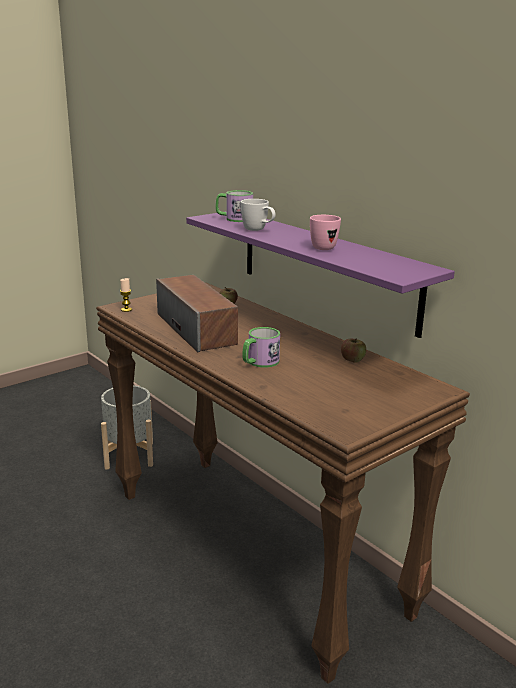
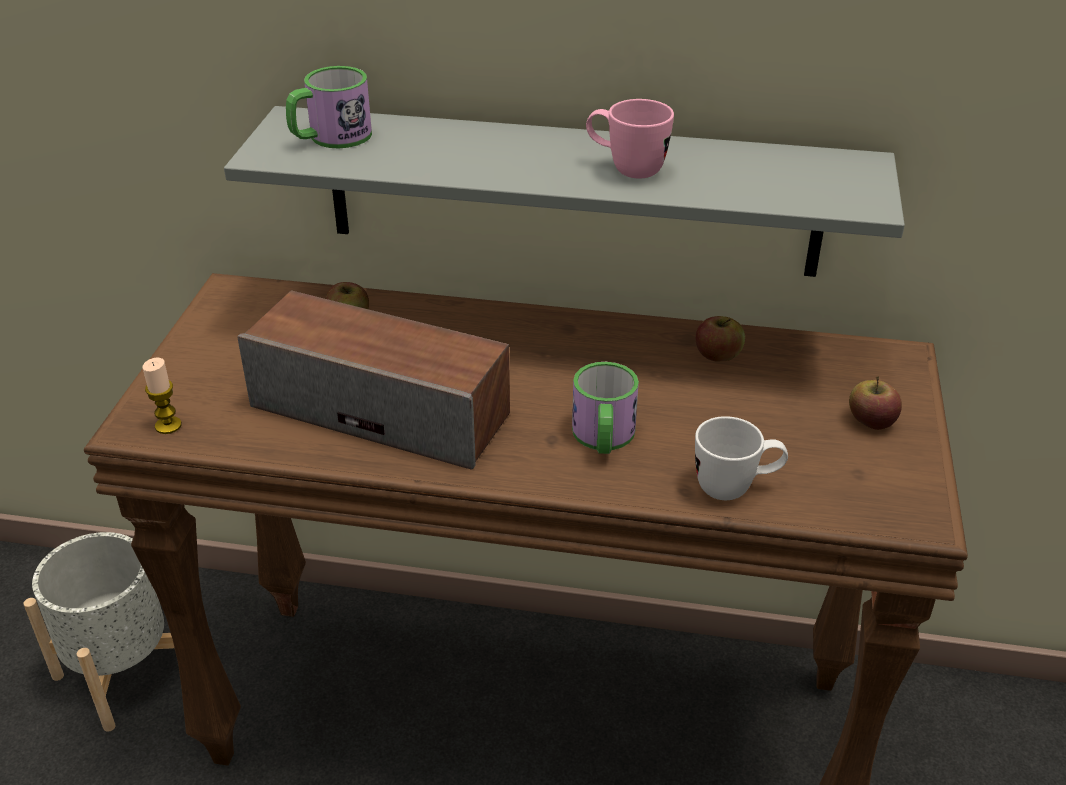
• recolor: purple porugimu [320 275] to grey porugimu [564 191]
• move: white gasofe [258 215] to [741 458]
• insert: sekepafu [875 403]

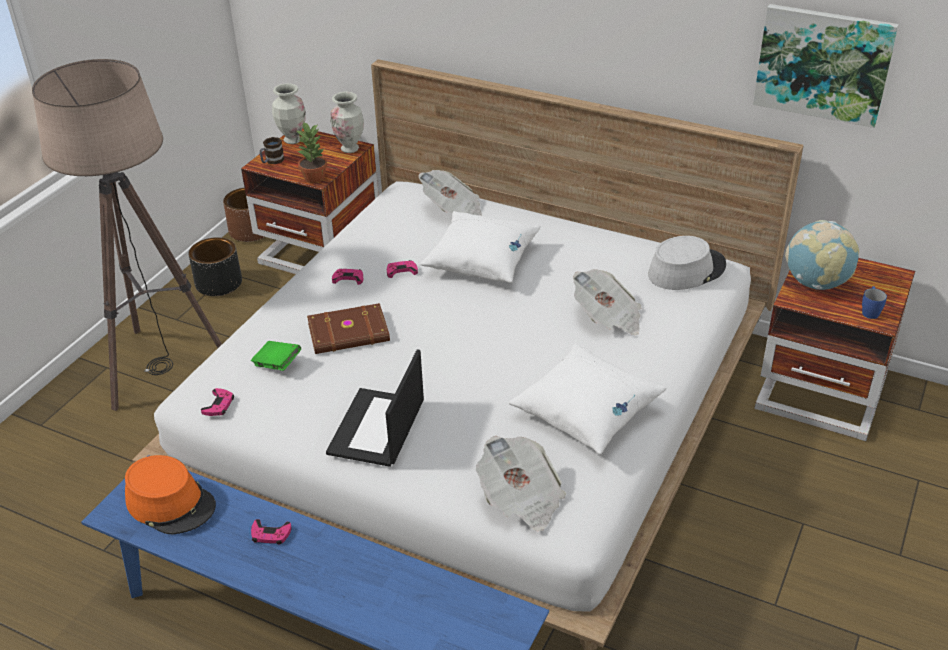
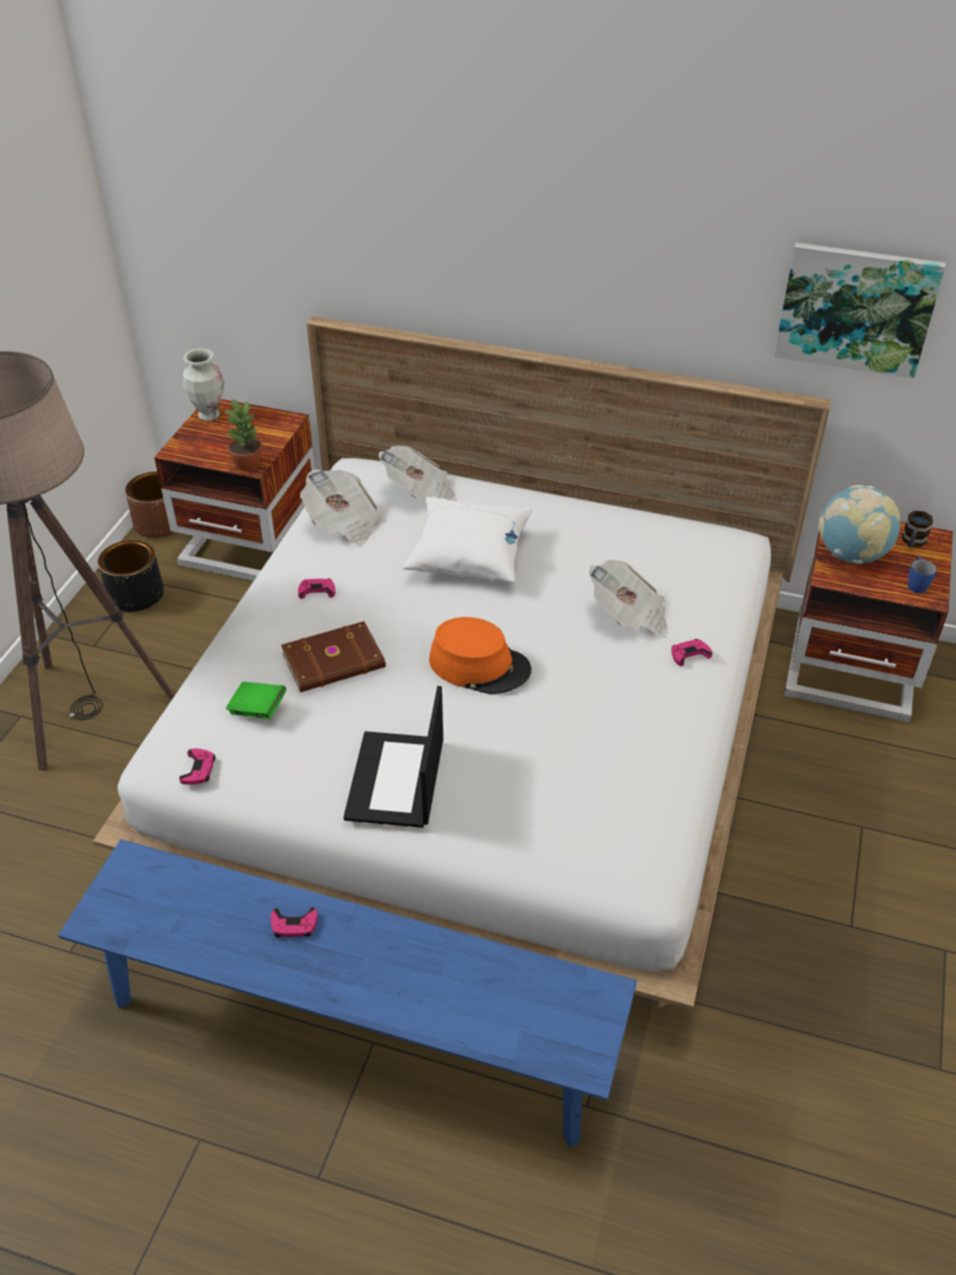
• move: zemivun [521 483] to [341 507]
• move: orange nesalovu [170 494] to [480 655]
• move: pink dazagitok [402 269] to [691 652]
• move: gasofe [272 150] to [917 529]
• delete: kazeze [347 122]
• delete: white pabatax [587 399]
• delete: grey nesalovu [687 263]

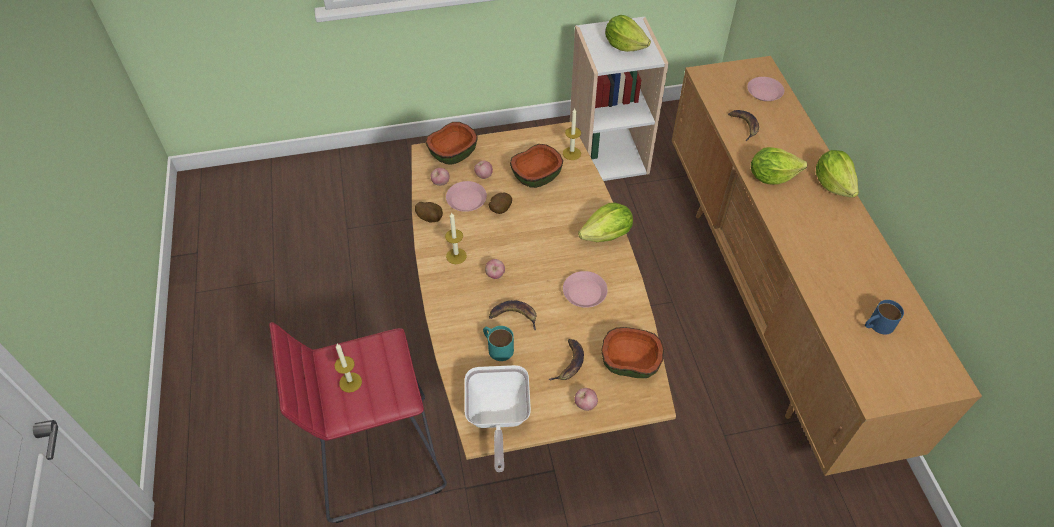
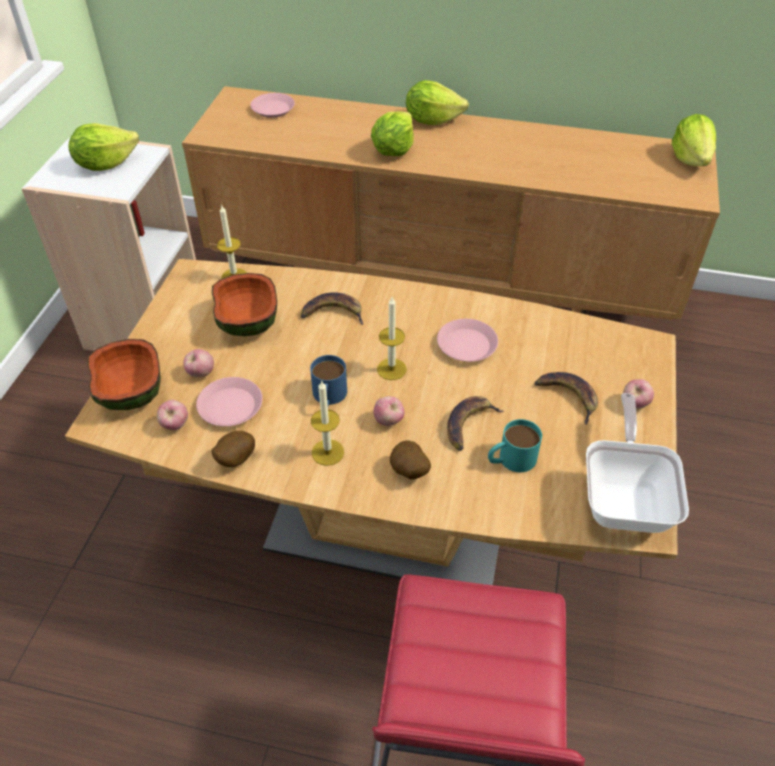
• move: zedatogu [743 125] to [332 308]
• move: blue gasofe [884 317] to [328 380]
• move: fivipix [348 368] to [392 338]
• move: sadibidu [500 203] to [410 460]
• rotate: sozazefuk [498 418] = [637 463] 105 degrees counterclockwise
• move: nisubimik [605 222] to [694 140]
• delete: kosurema [633 352]

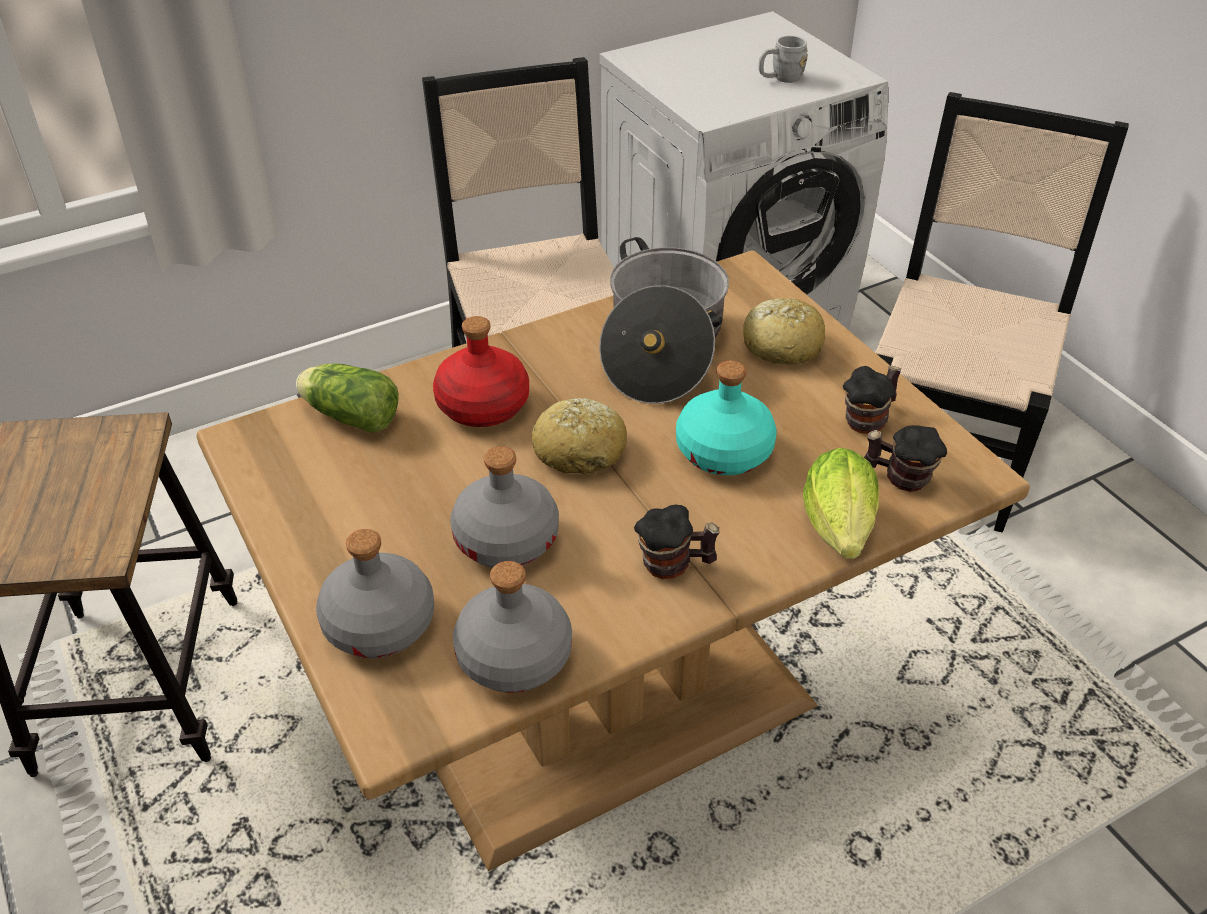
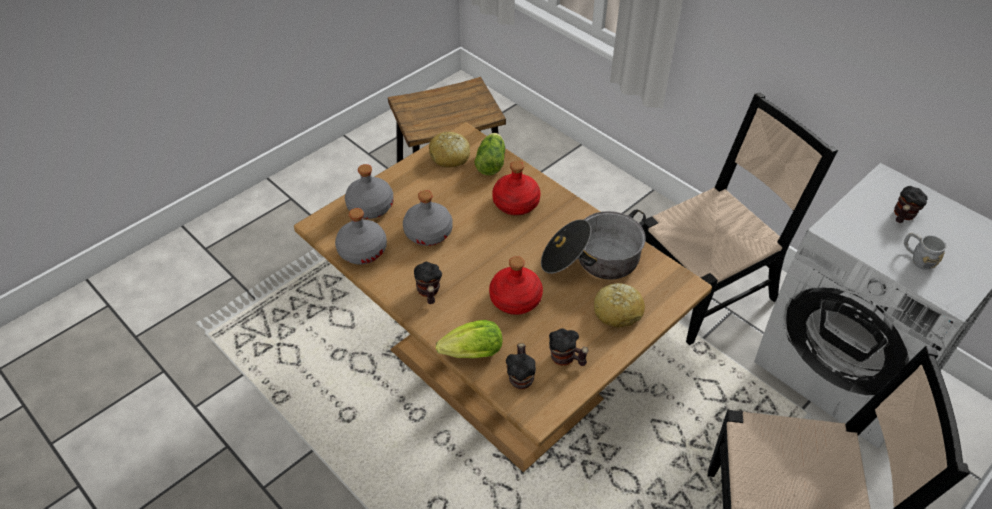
• move: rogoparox [579 436] to [449 150]
• recolor: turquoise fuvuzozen [726 418] to red fuvuzozen [516 285]
• insert: gasofe [911 204]

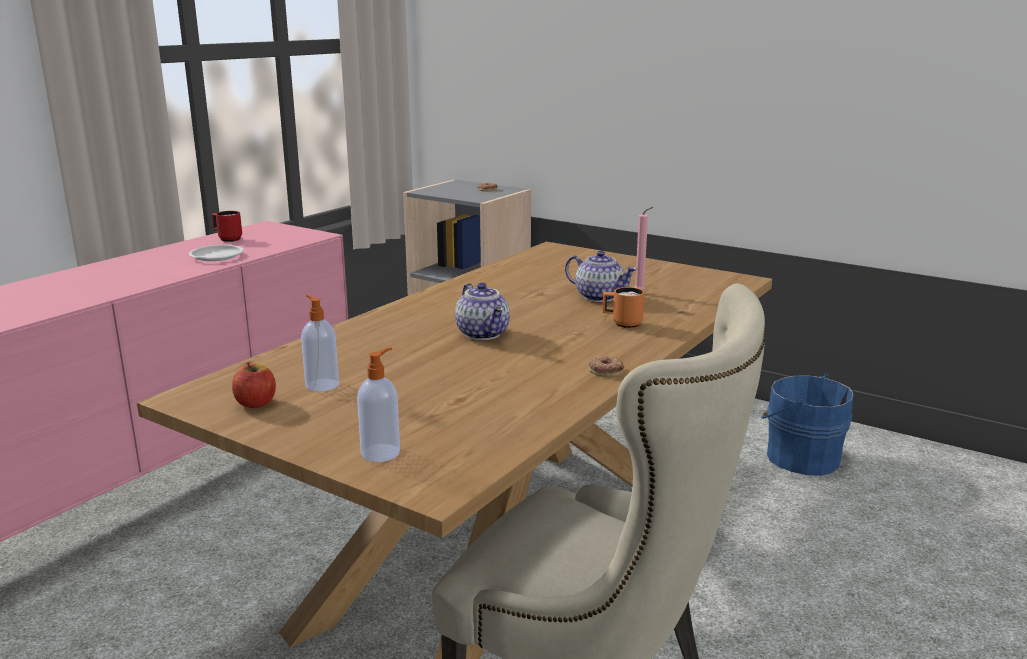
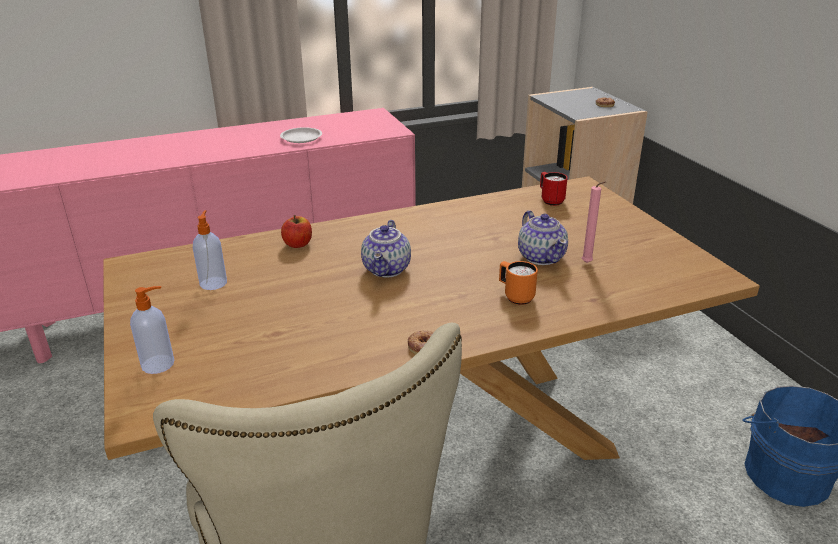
• move: sekepafu [254 385] to [296 231]
• move: red gasofe [227 226] to [554 189]

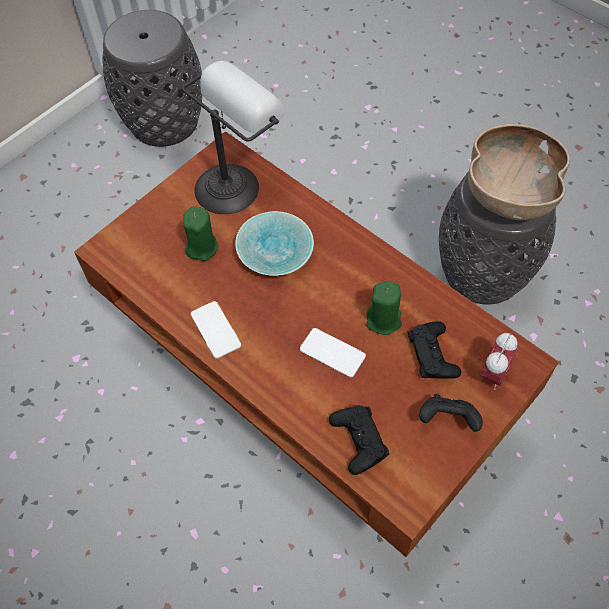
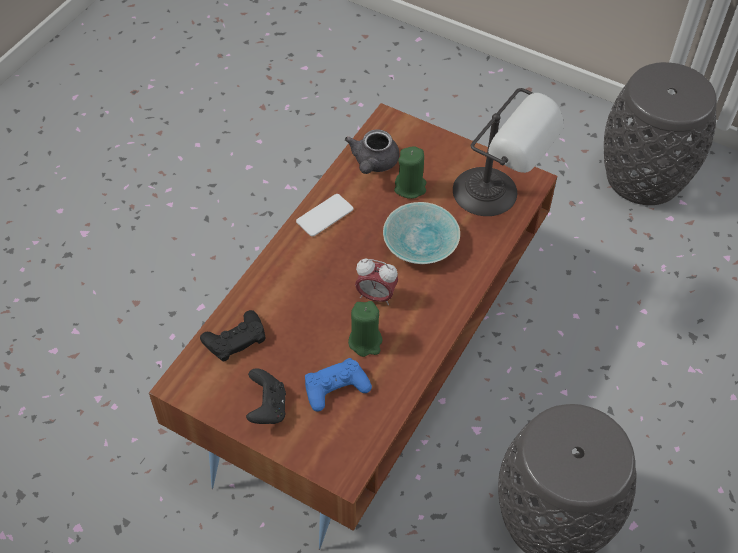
• recolor: black dazagitok [434 350] to blue dazagitok [338 384]
• insert: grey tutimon [372 151]
• move: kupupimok [499 361] to [376 282]
• delete: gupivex [333 352]
• delete: brown kosurema [519 172]

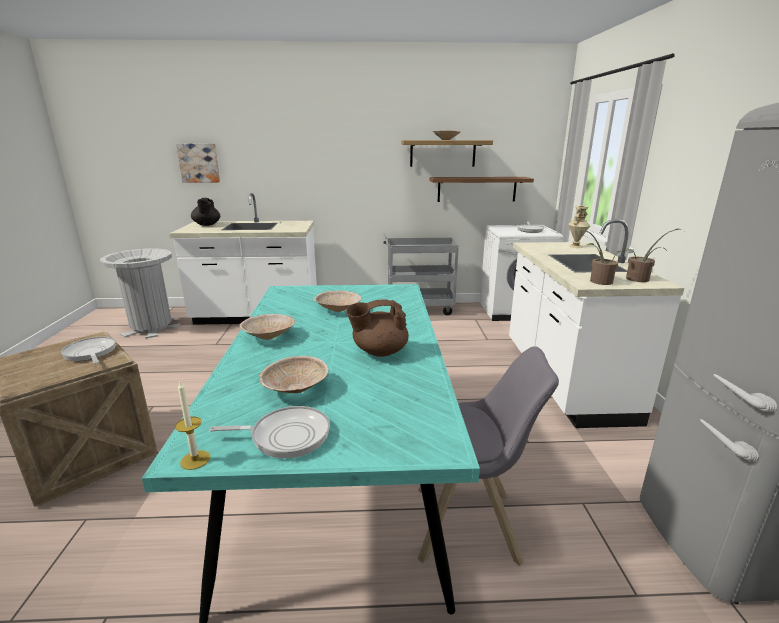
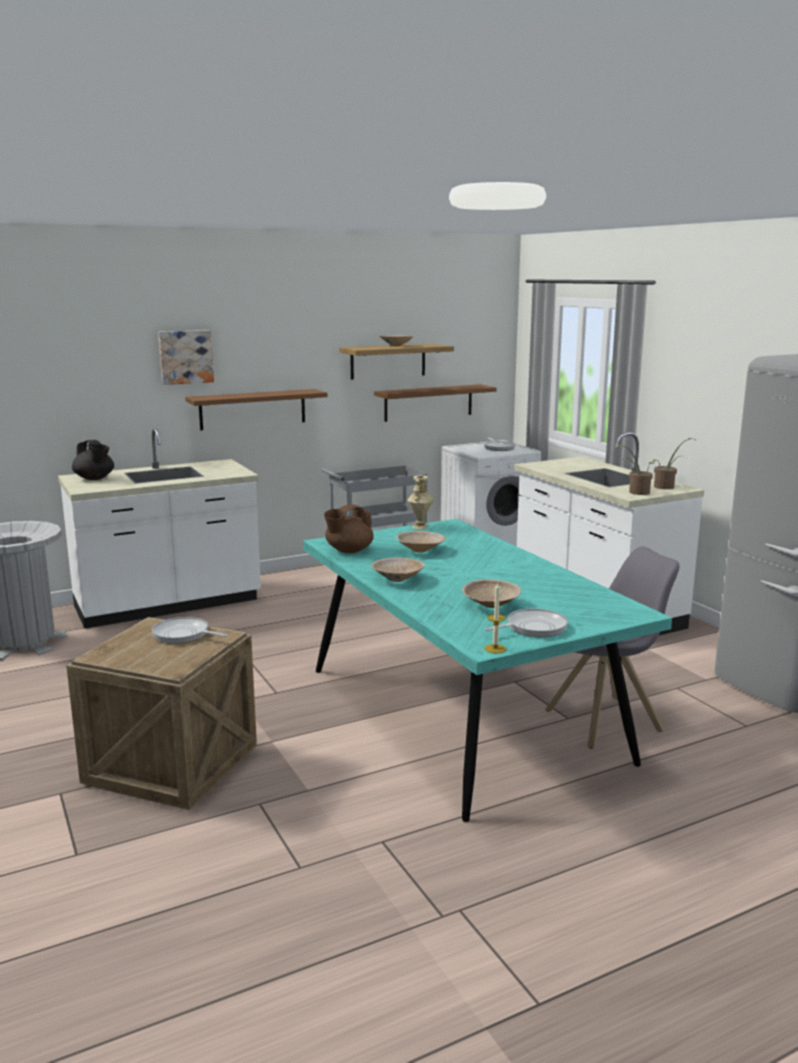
• move: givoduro [198 163] to [186 357]
• insert: brown porugimu [256 409]
• move: brown tutimon [377 328] to [349 528]
• move: beige kazeze [579 227] to [420 502]

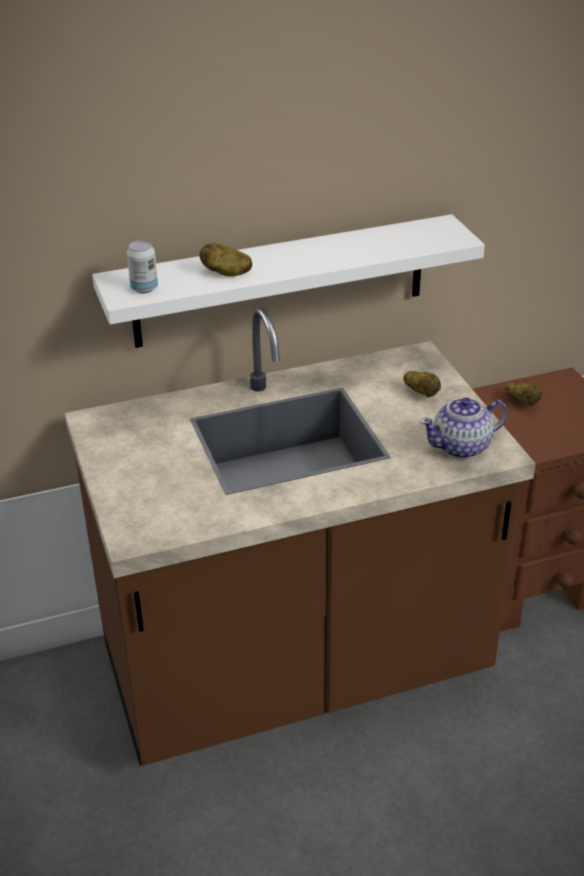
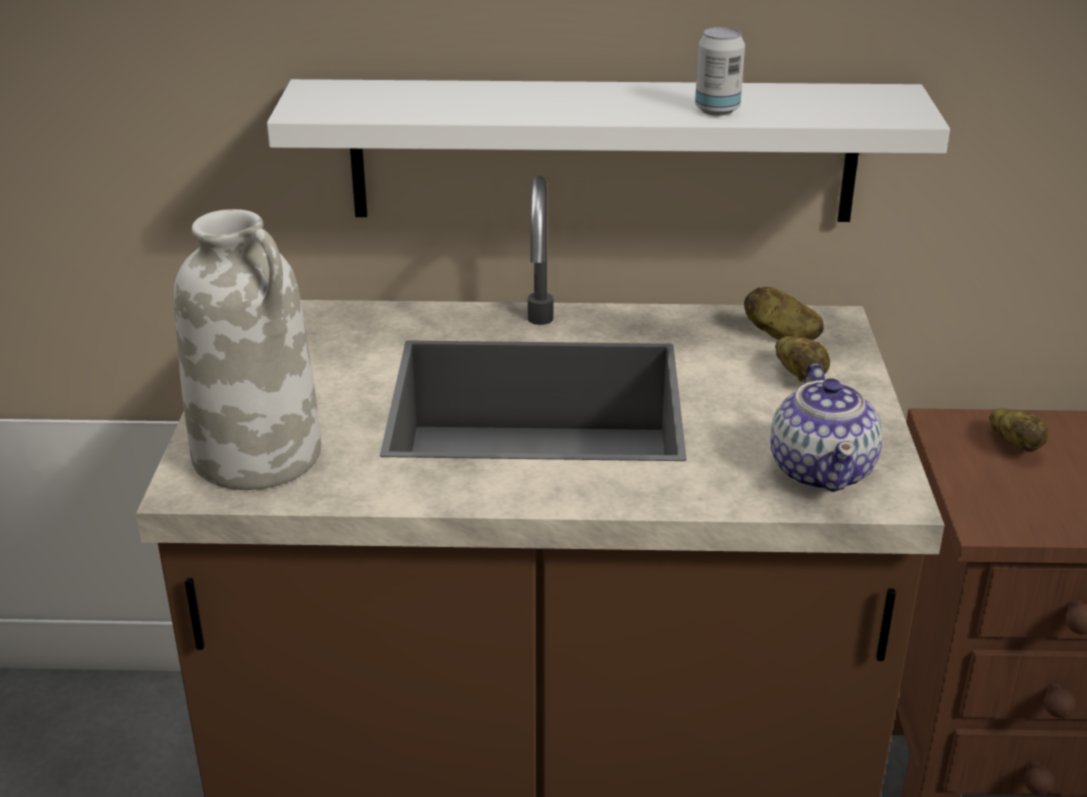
• insert: white kazeze [247 349]
• move: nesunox [142 266] to [720 71]
• move: sadibidu [225 259] to [783 313]
• rotate: tutimon [464 428] = [826 428] 90 degrees counterclockwise

